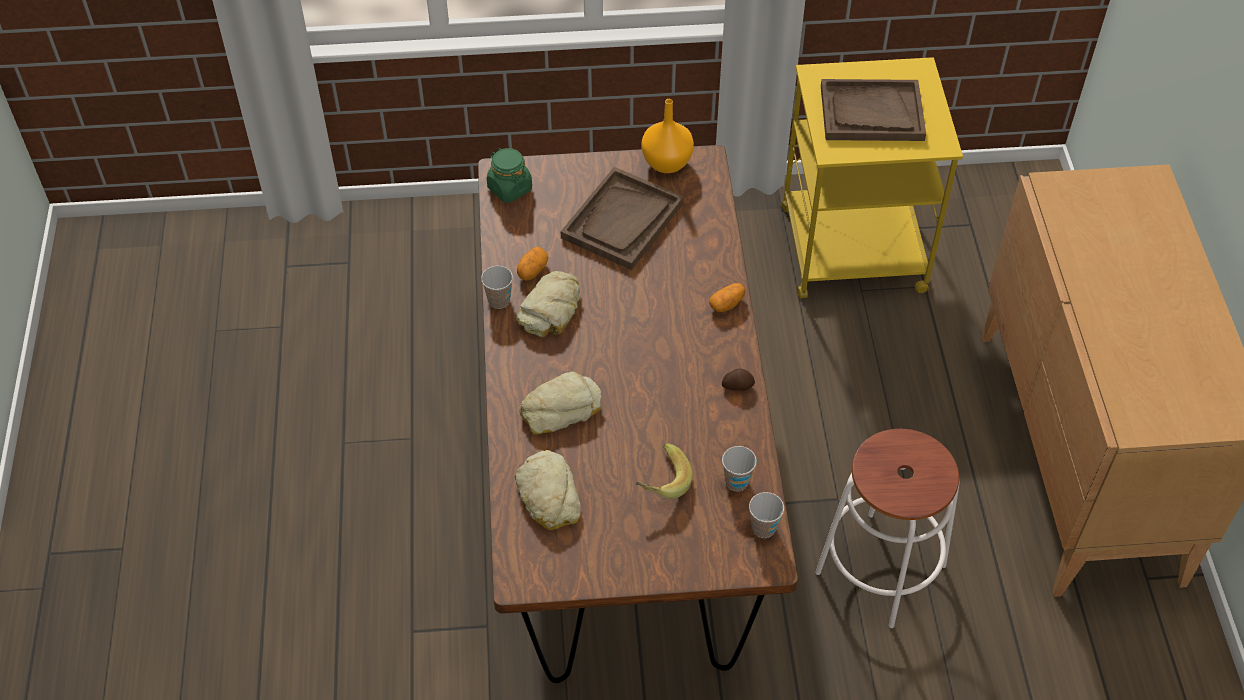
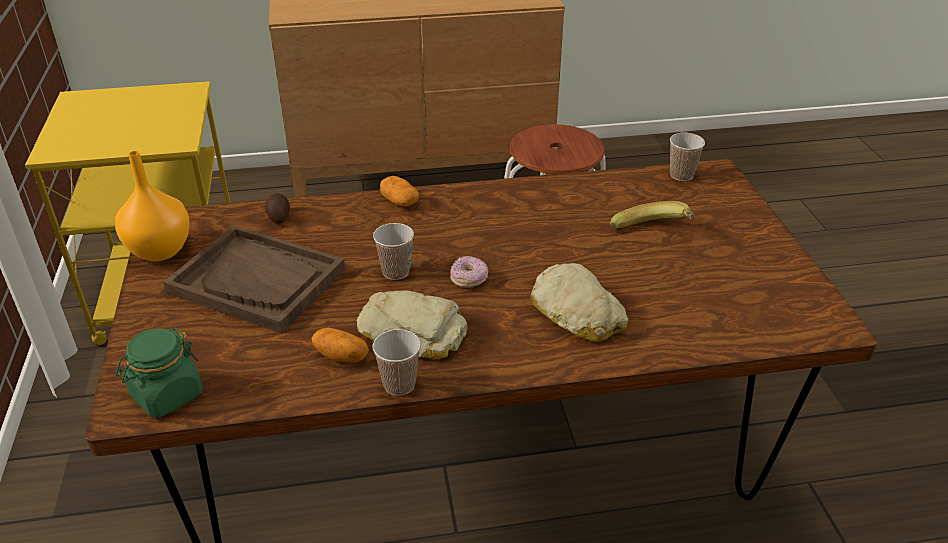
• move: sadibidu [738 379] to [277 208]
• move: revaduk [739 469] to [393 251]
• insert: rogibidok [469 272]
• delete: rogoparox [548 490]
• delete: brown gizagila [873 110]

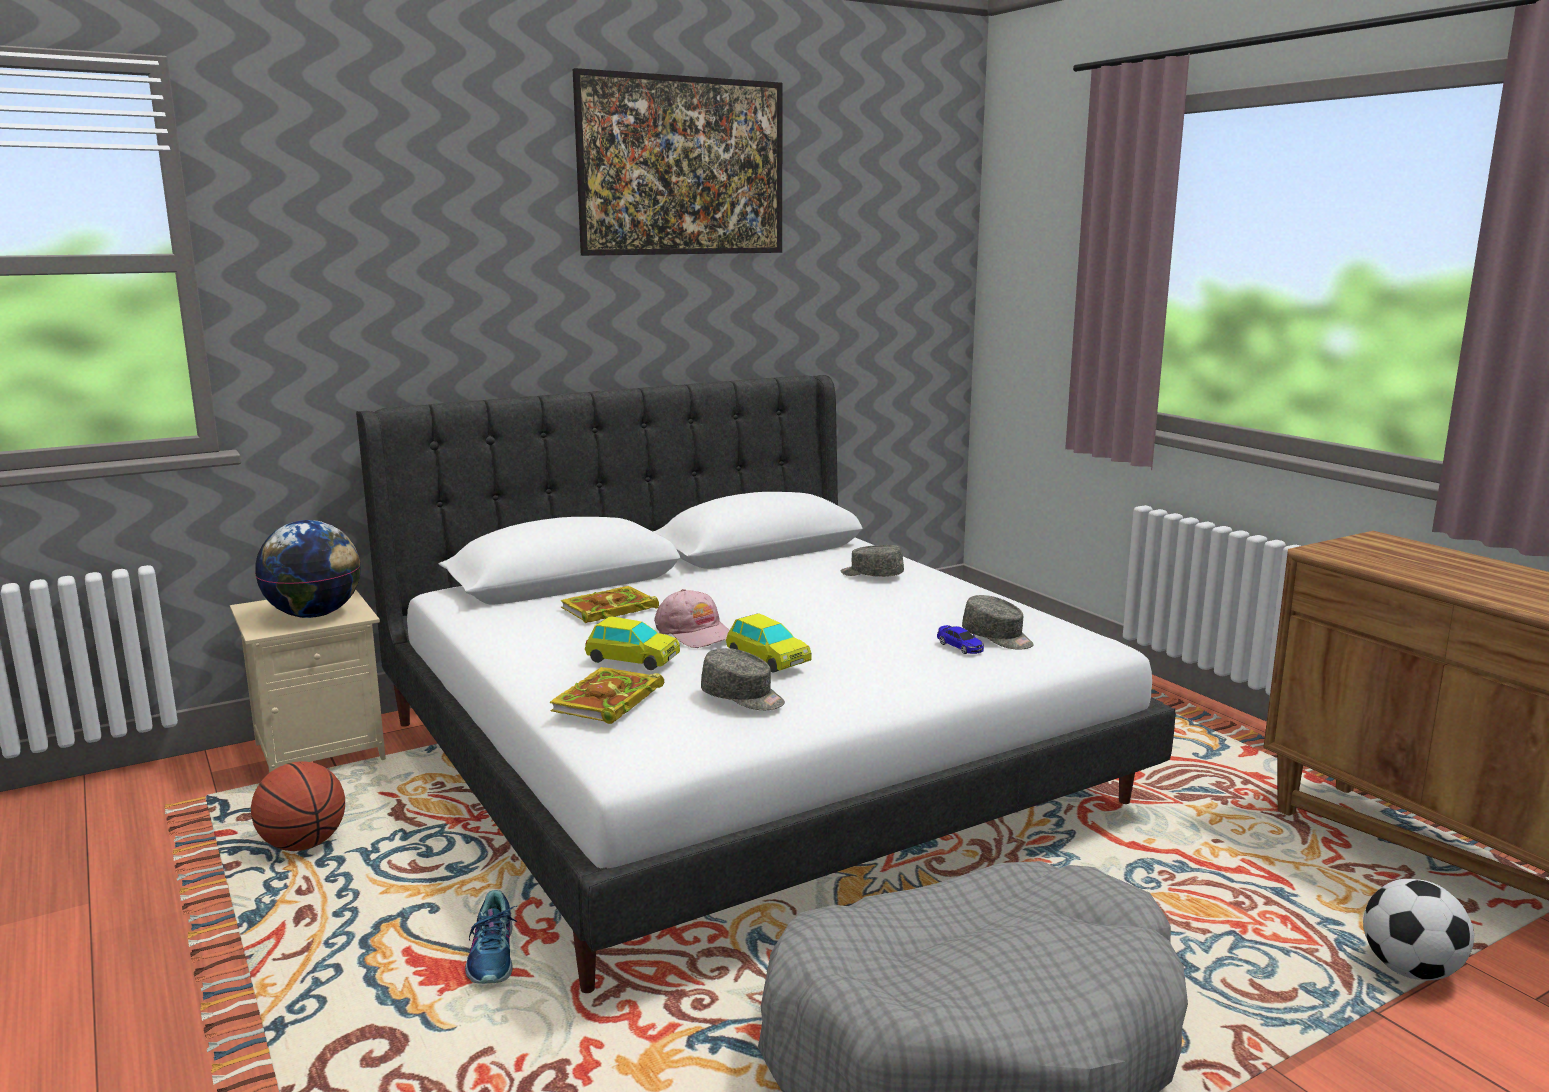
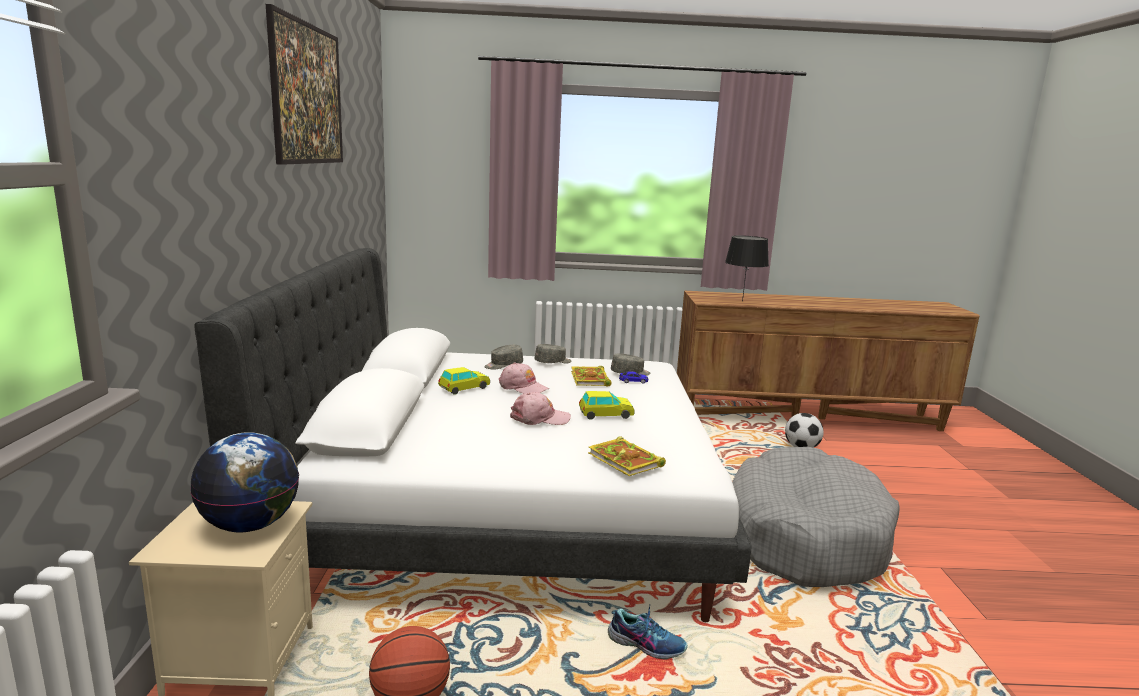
• move: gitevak [632 643] to [464 381]
• insert: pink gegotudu [524 378]
• move: grey gegotudu [743 679] to [553 354]
• move: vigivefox [610 604] to [591 376]
• insert: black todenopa [747 269]

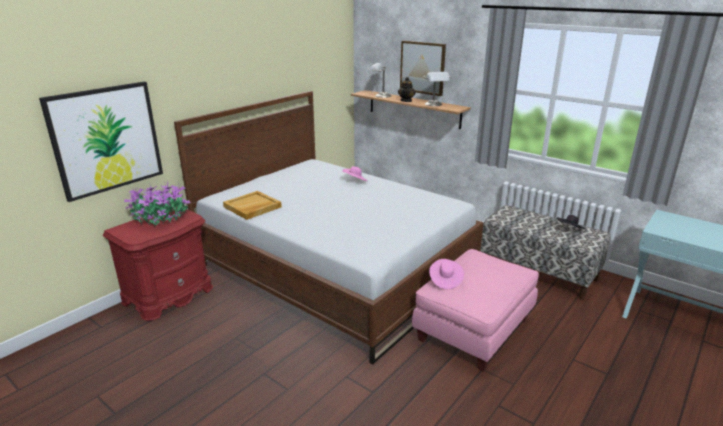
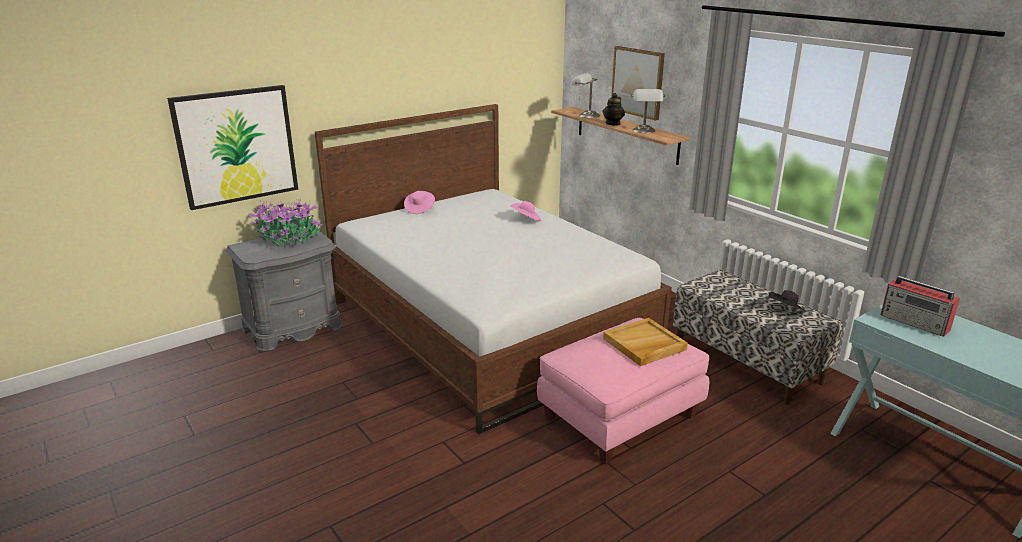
• recolor: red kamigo [158 264] to grey kamigo [284 289]
• move: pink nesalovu [446 274] to [419 202]
• move: beige gizagila [252 205] to [645 342]
• insert: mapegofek [920 306]

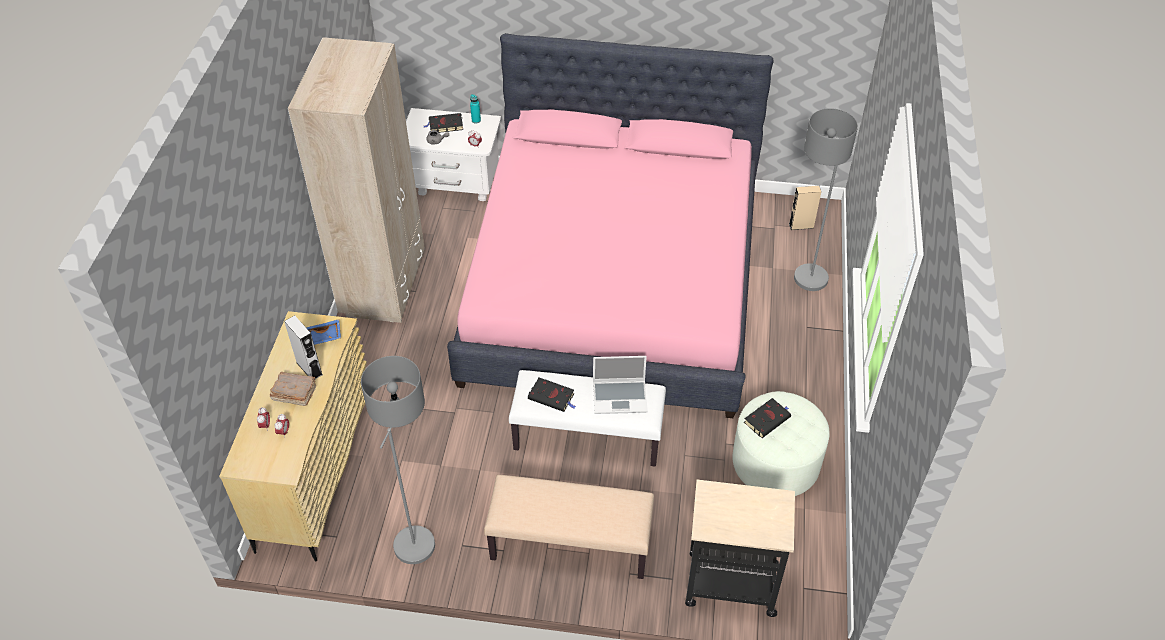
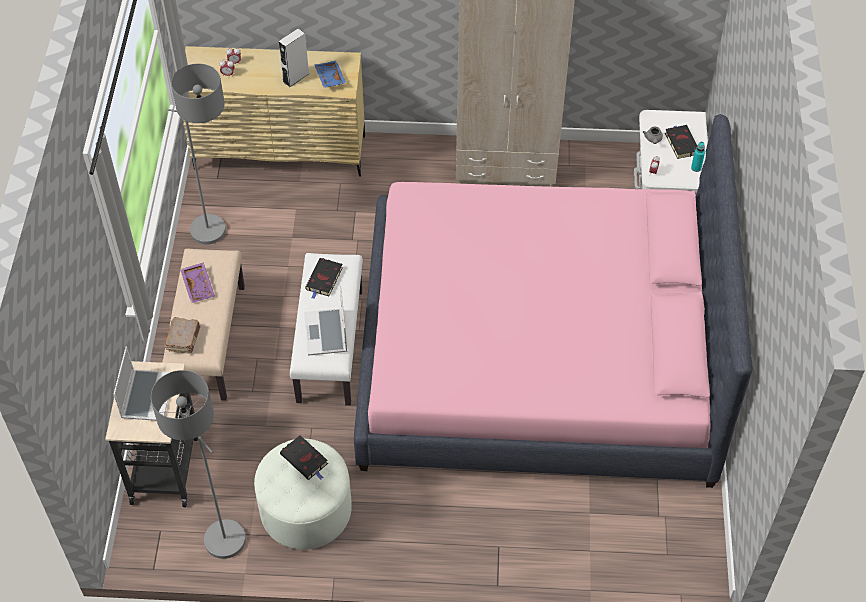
• insert: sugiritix [142 383]
• move: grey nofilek [826 199] to [198 464]
• move: brown vigivefox [293 389] to [182 335]
• insert: purple gizagila [197 283]
• delete: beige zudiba [805 208]

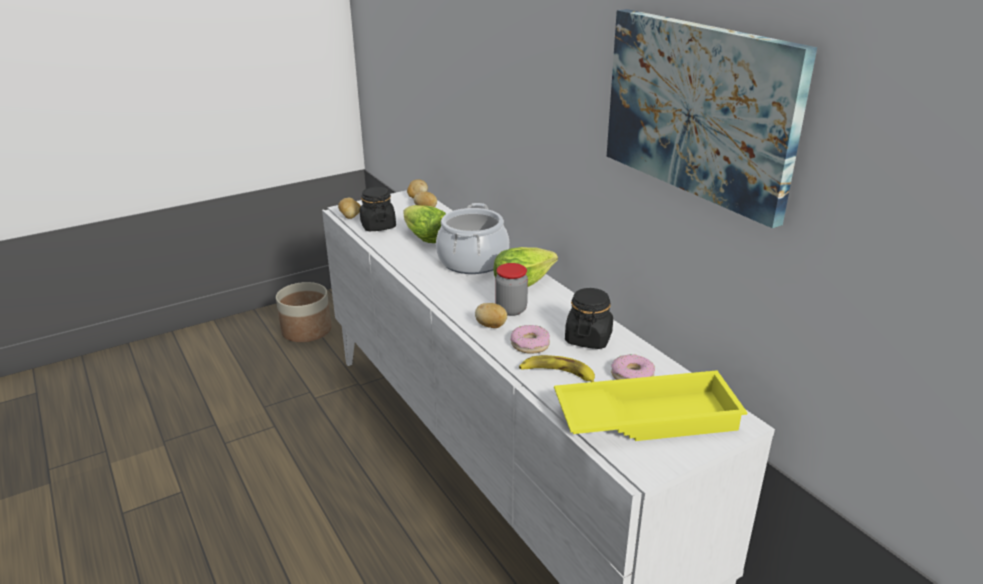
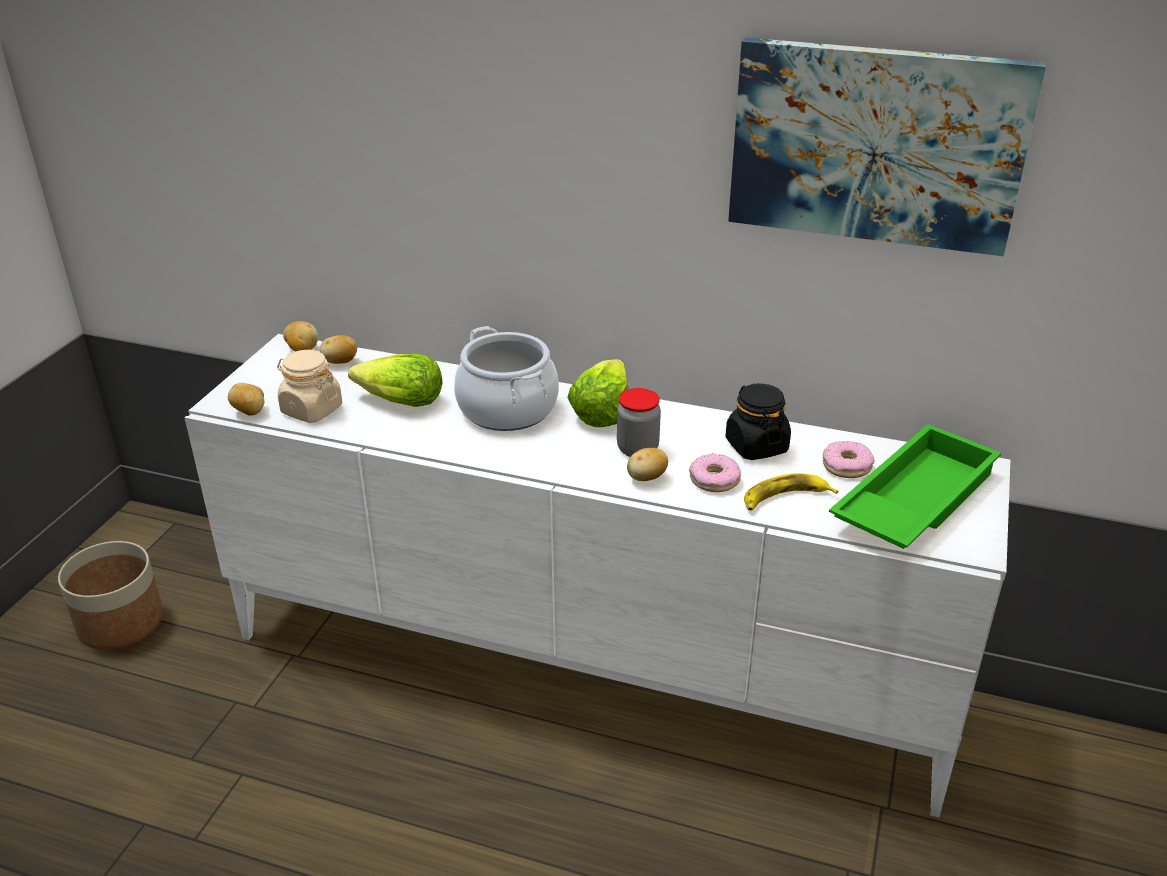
• recolor: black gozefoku [378 209] to beige gozefoku [309 386]
• recolor: yellow gizagila [651 405] to green gizagila [915 486]

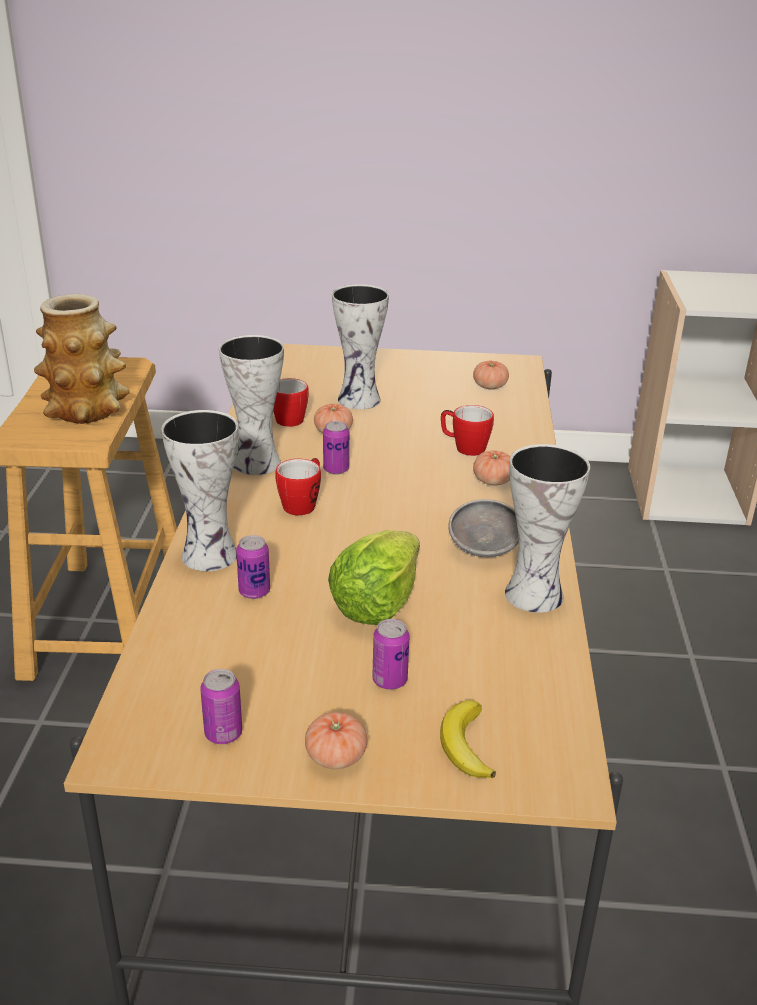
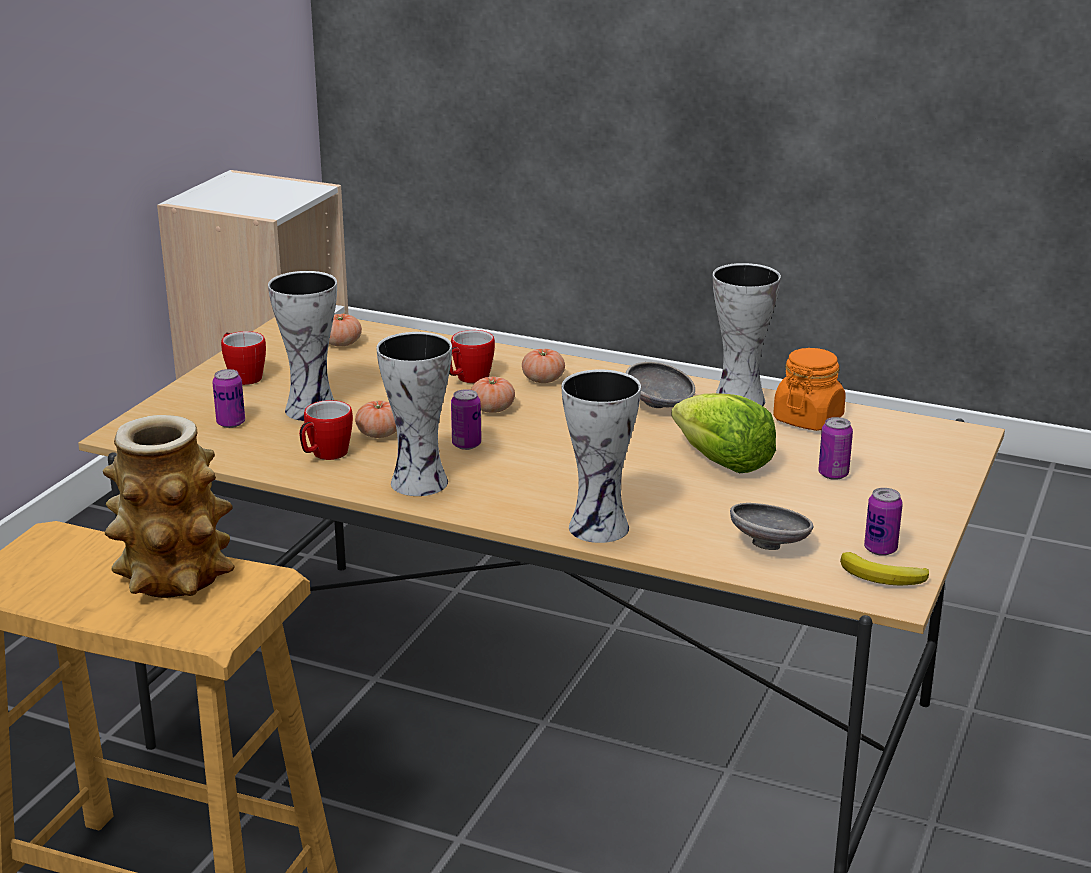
• move: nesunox [253 567] to [228 398]
• move: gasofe [298 487] to [243 358]
• move: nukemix [336 740] to [493 395]
• insert: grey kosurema [771 526]
• insert: orange gozefoku [809 389]
• move: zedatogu [468 739] to [884 569]

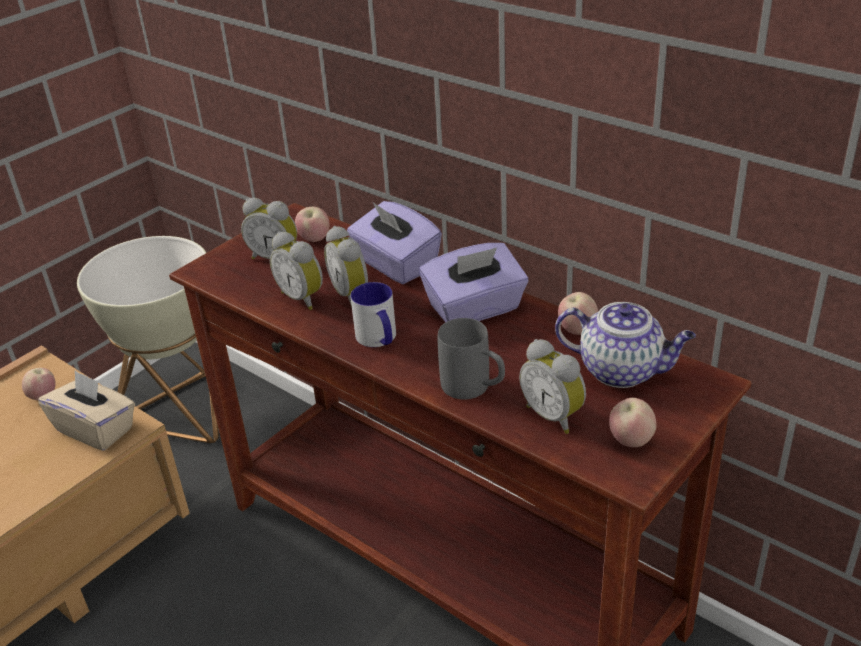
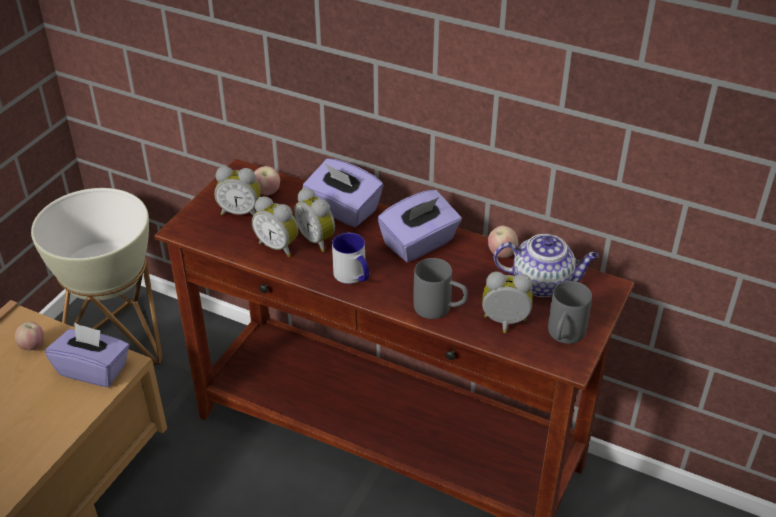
• recolor: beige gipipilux [86 410] to purple gipipilux [87 354]
• rotate: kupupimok [552 386] = [507 302] 150 degrees clockwise
• replace: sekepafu [633 422] to grey gasofe [570 312]

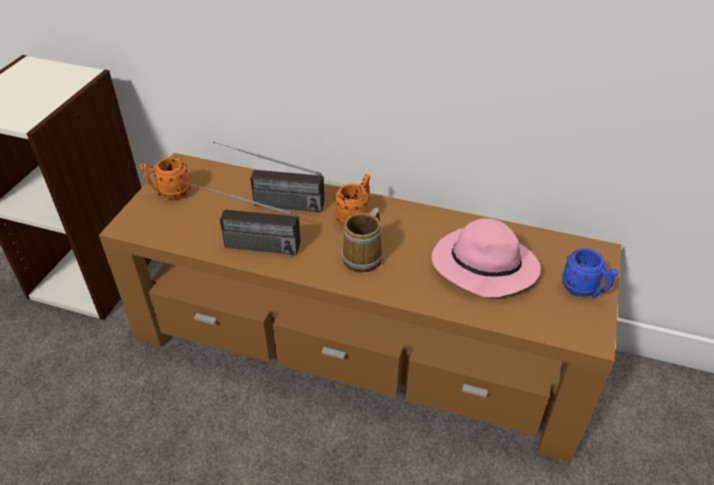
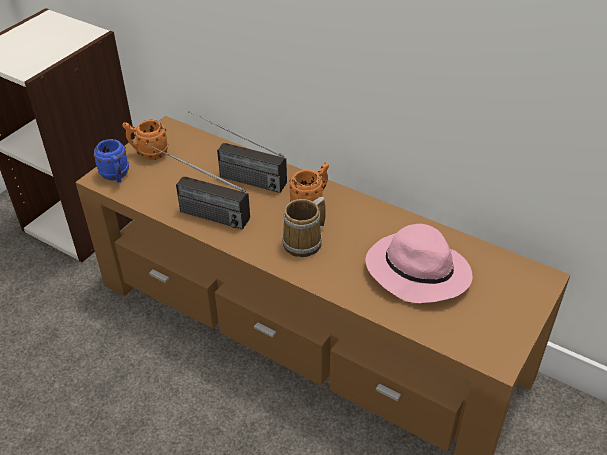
• move: blue gasofe [590 273] to [111 161]

